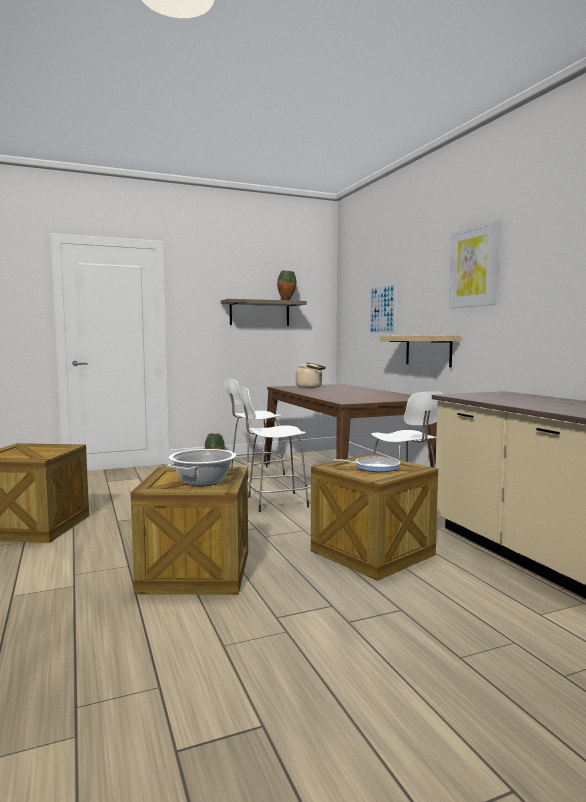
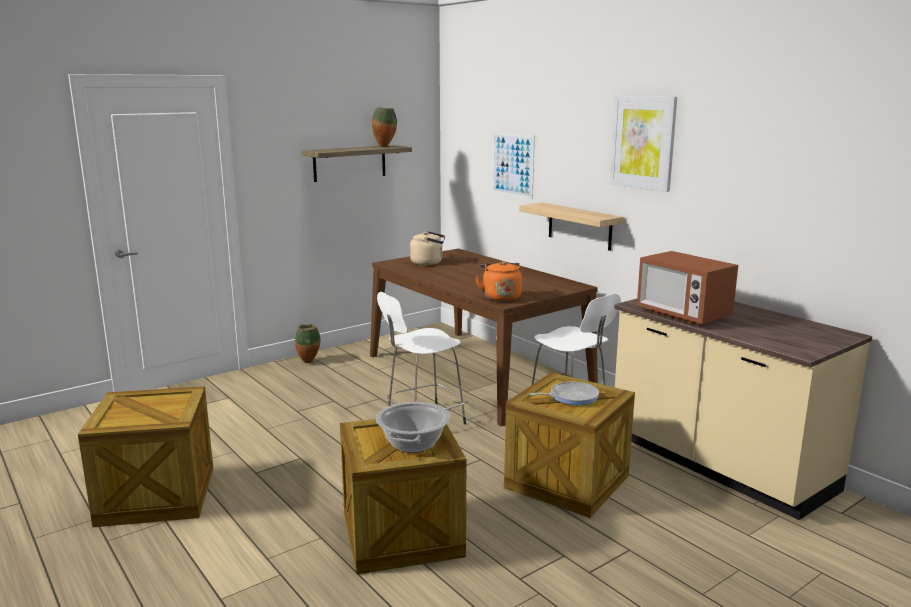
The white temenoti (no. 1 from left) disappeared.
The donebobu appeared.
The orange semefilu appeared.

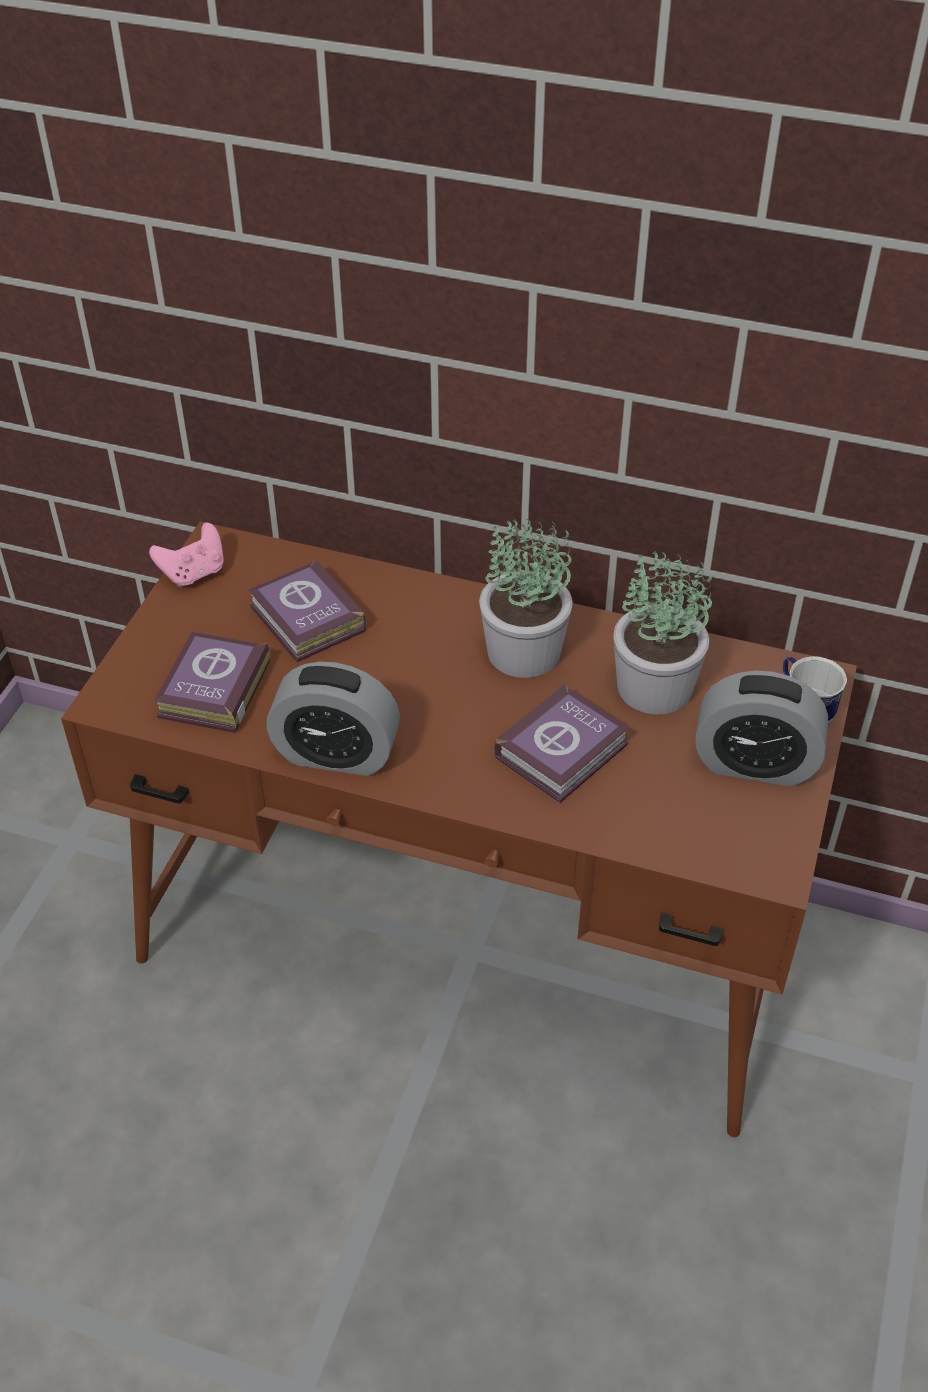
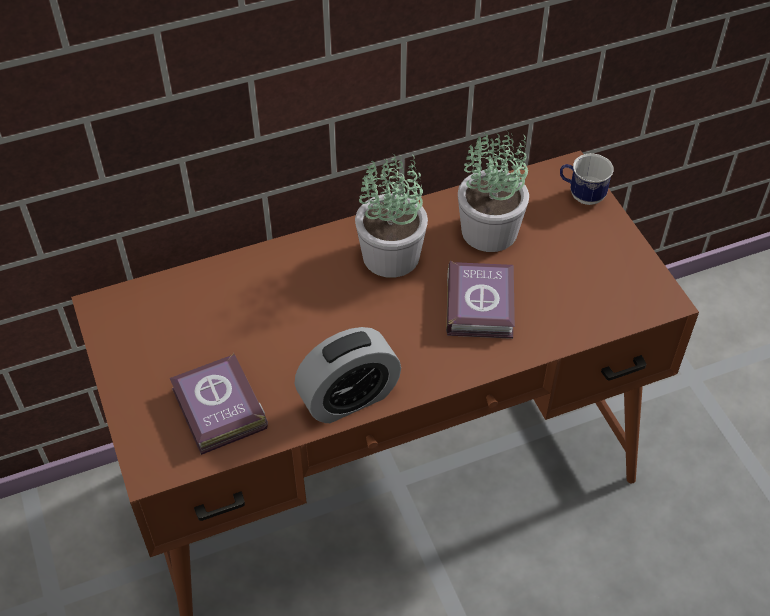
The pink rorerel disappeared.
The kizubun (no. 2 from left) disappeared.
The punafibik (no. 2 from left) disappeared.

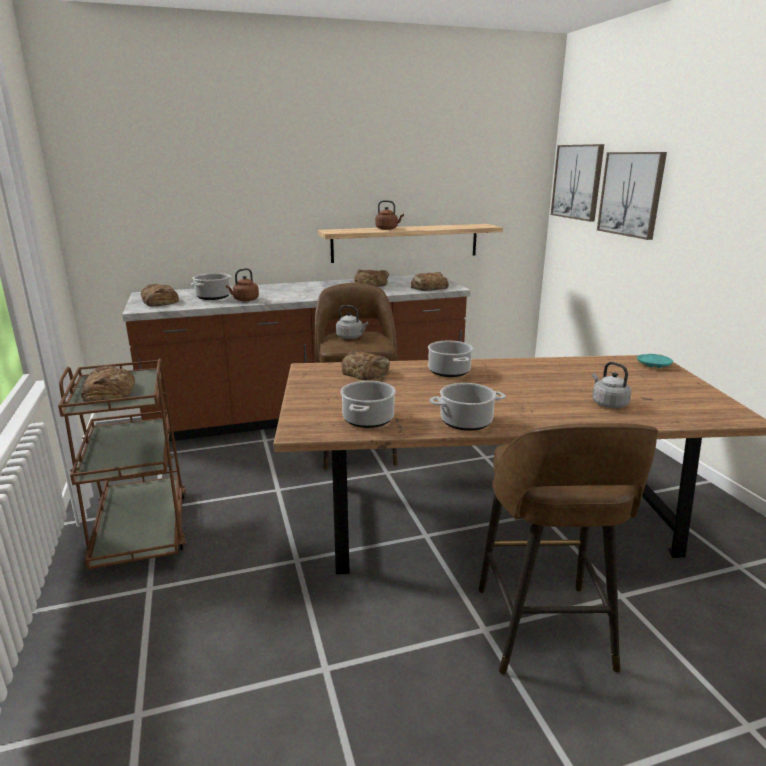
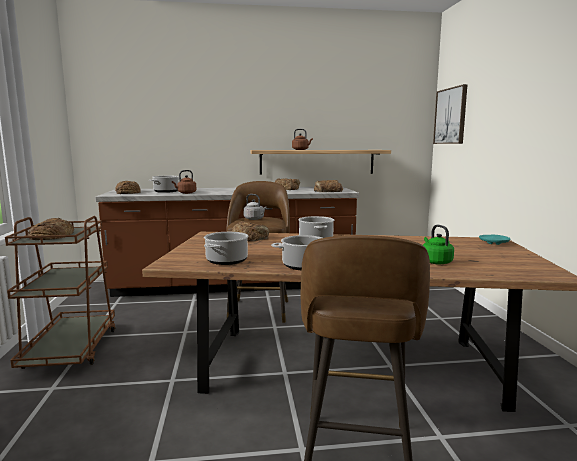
The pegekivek (no. 2 from left) disappeared.
The grey semefilu (no. 2 from left) became the green semefilu.

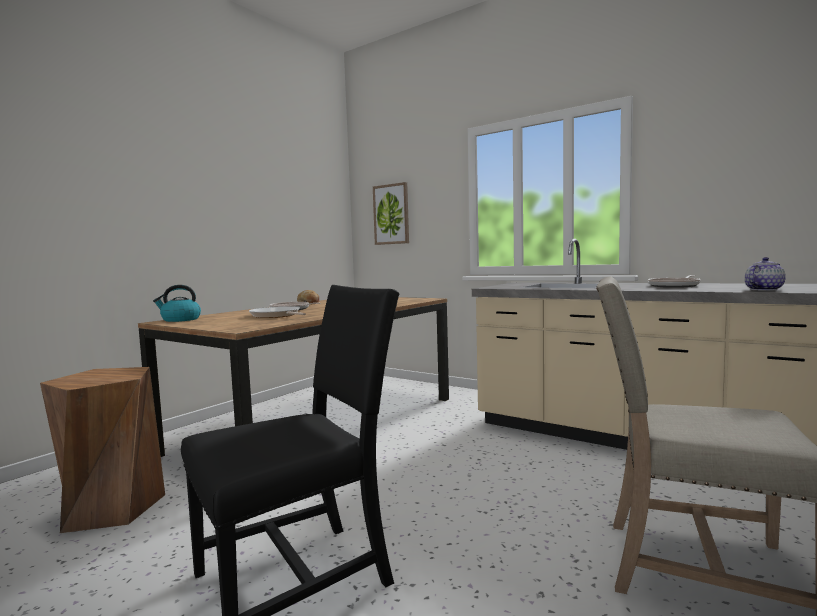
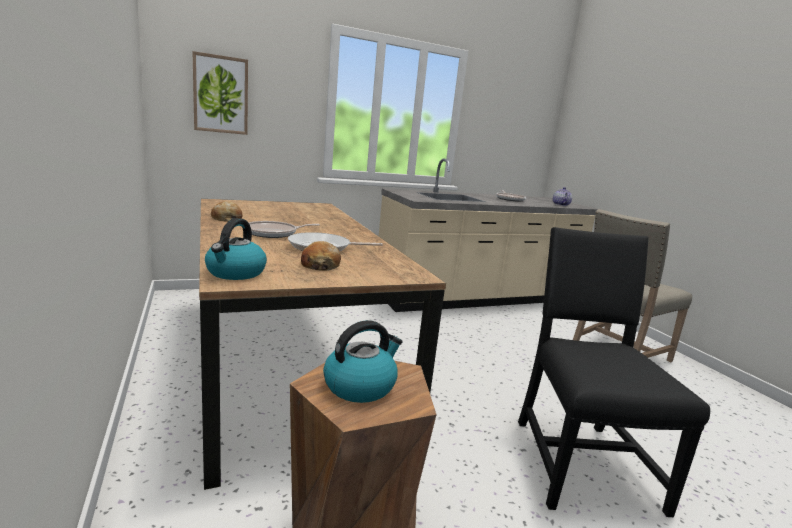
The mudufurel (no. 2 from left) appeared.
The semefilu (no. 2 from left) appeared.

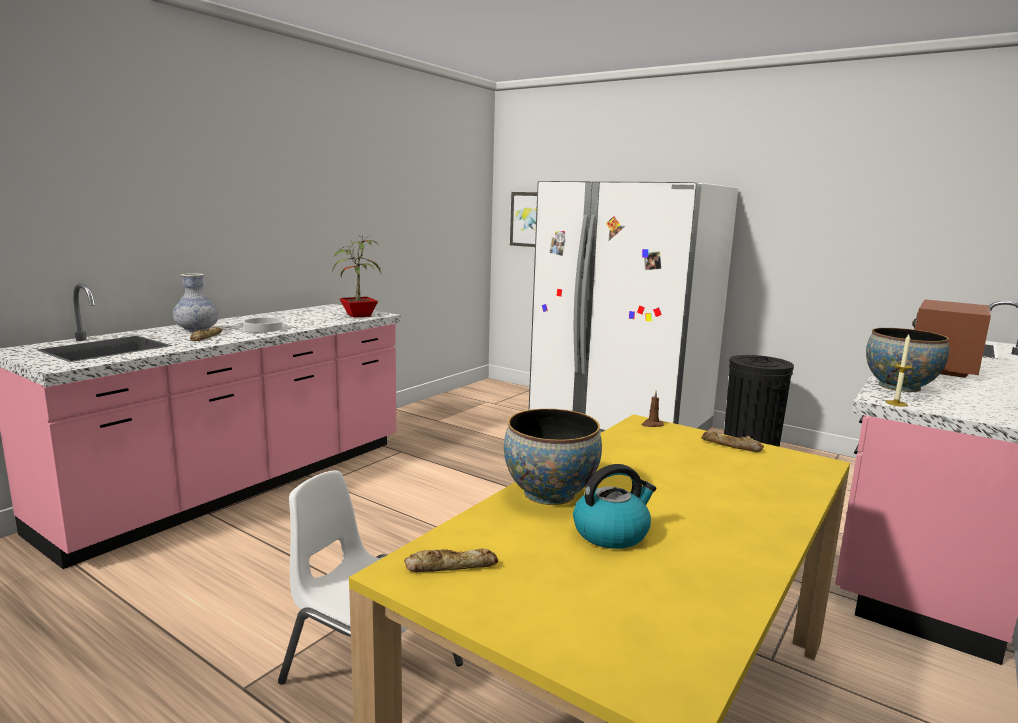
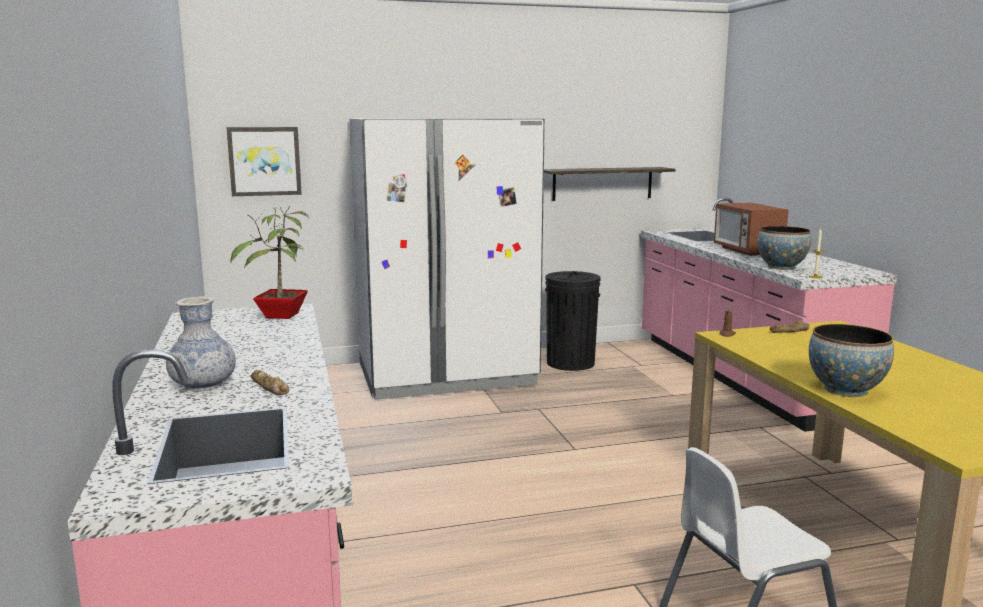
The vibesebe disappeared.
The semefilu disappeared.
The mudufurel (no. 2 from left) disappeared.
The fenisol appeared.

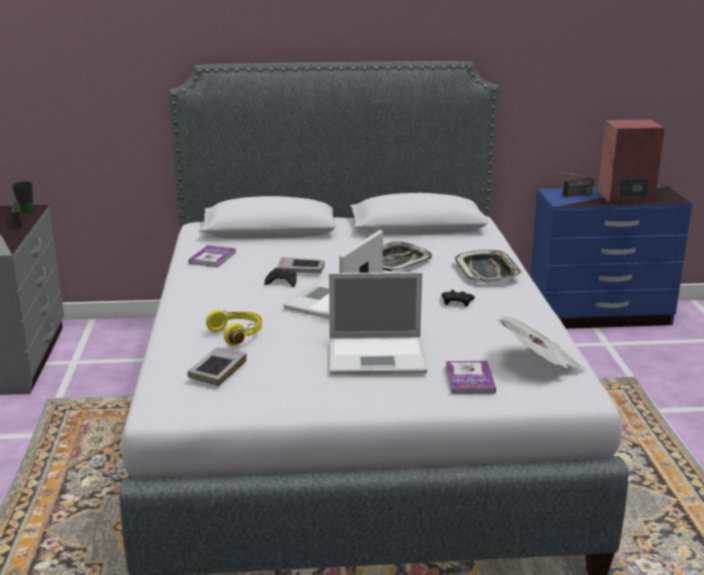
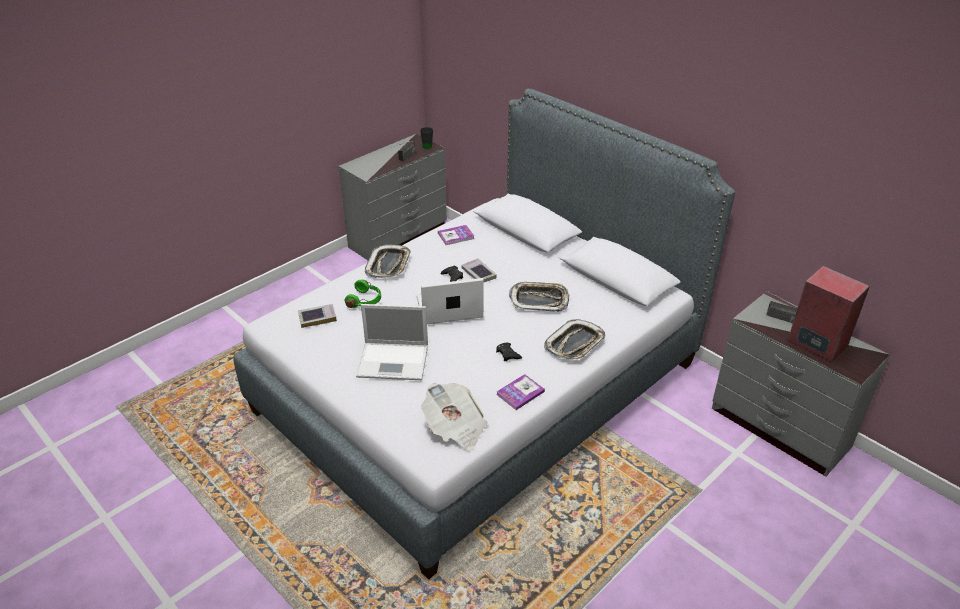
The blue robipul became the grey robipul (no. 2 from left).
The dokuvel (no. 2 from left in the first image) turned 45 degrees counterclockwise.
The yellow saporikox became the green saporikox.
The kizubun (no. 4 from left) moved.
The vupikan (no. 1 from left) appeared.

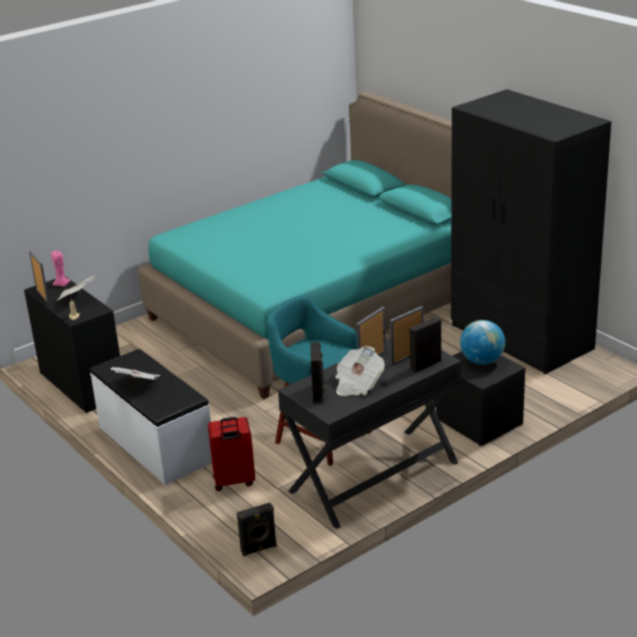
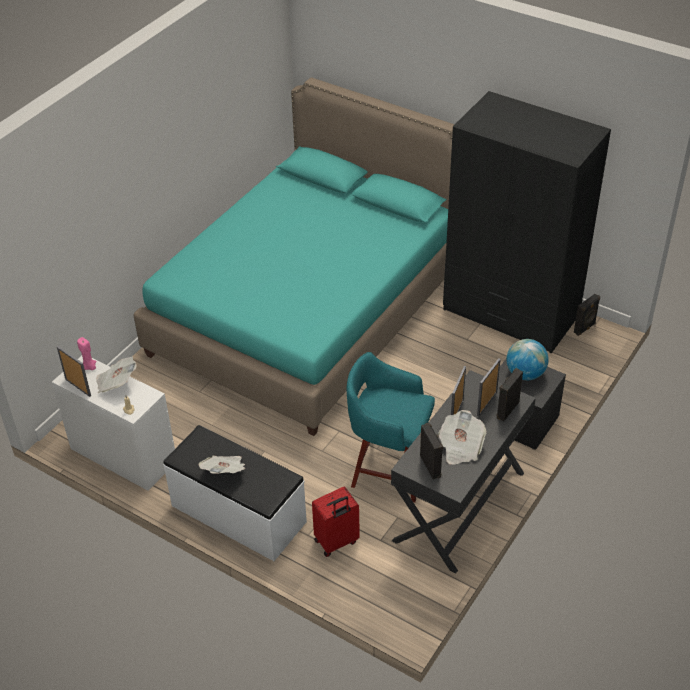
The black robipul became the white robipul.
The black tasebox (no. 1 from left in the first image) moved.

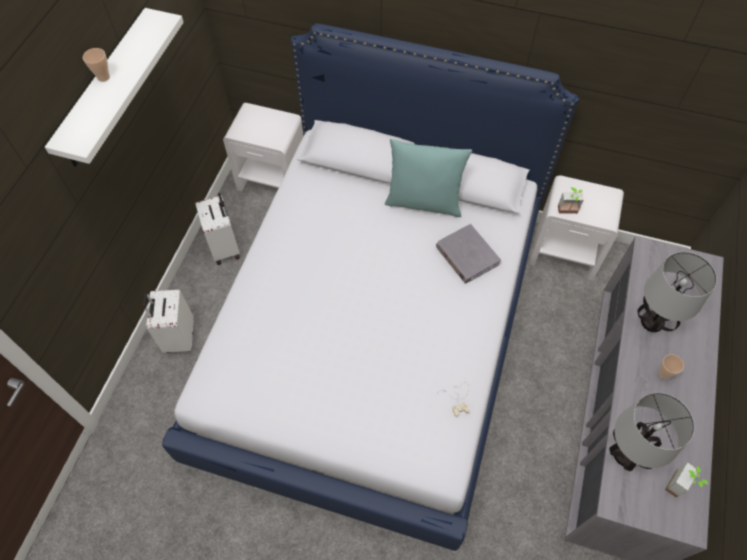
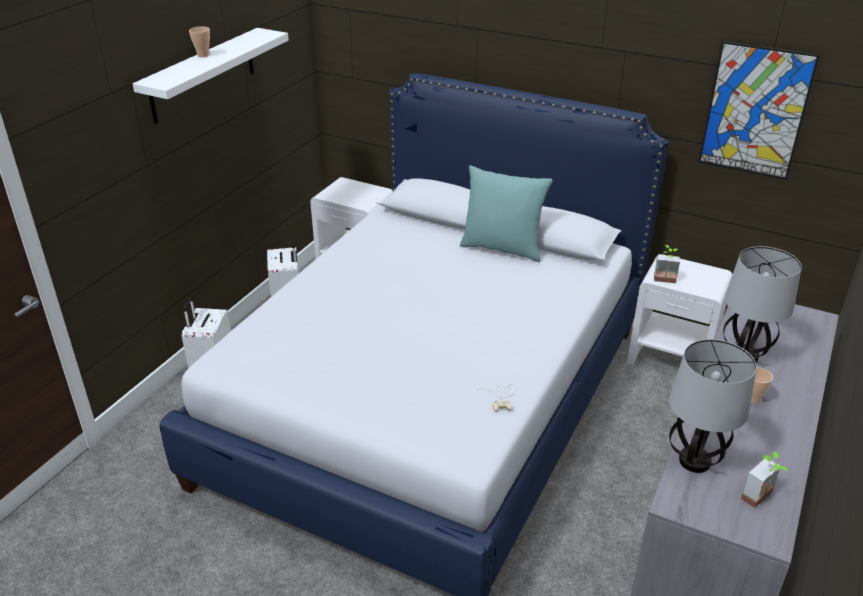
The grey kizubun disappeared.
The pegekivek appeared.

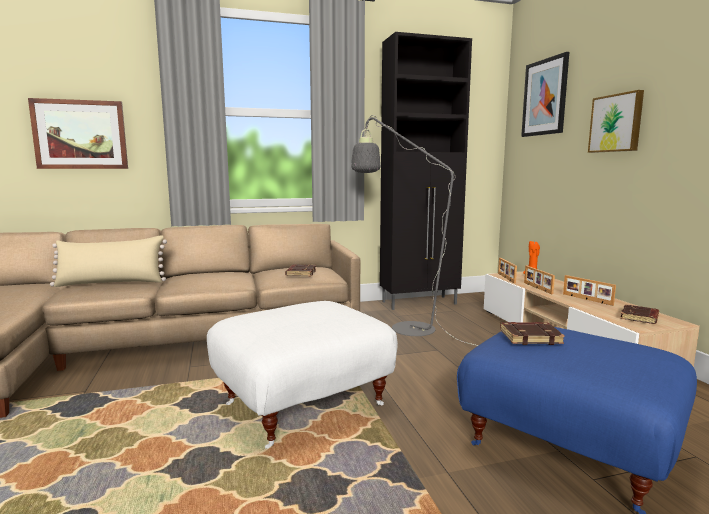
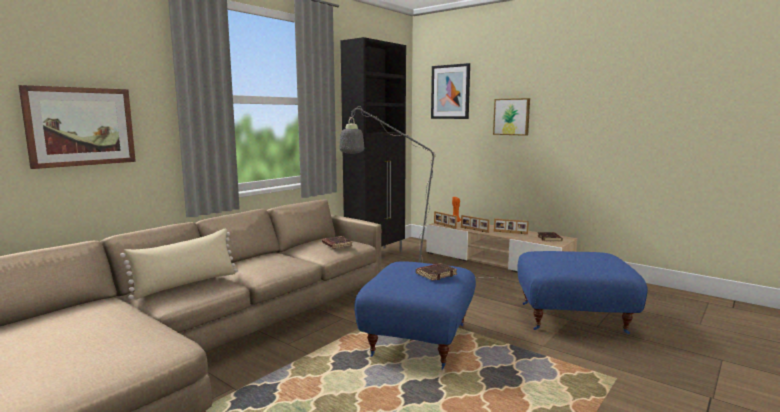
The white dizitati became the blue dizitati (no. 1 from left).
The brown kizubun (no. 2 from left) moved.

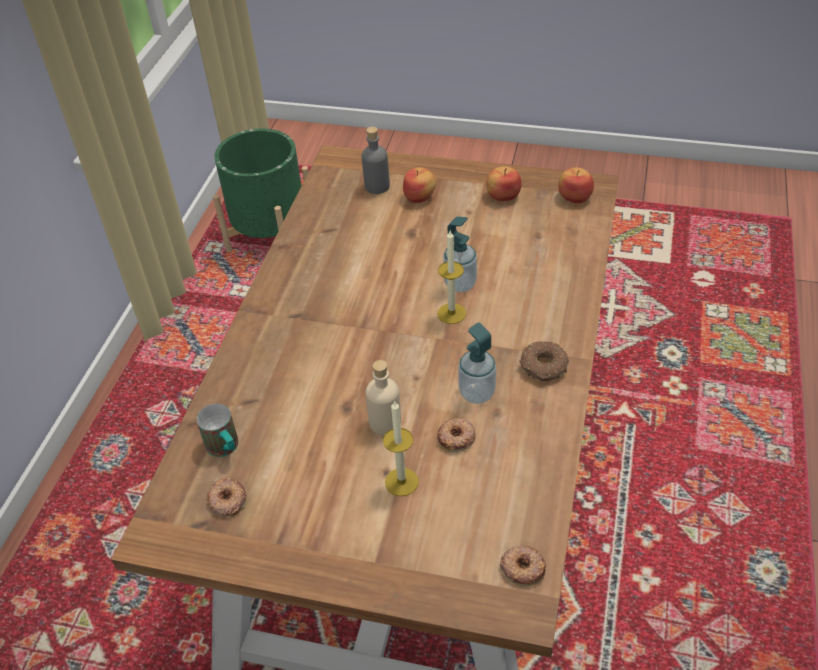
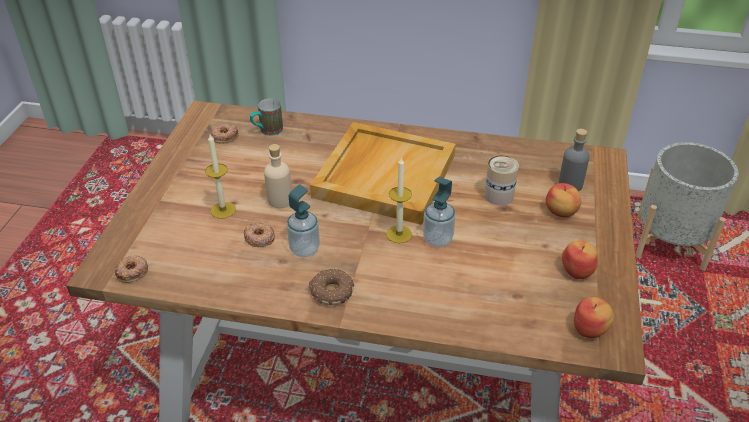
The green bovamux became the grey bovamux.
The beige vupikan appeared.
The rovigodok appeared.

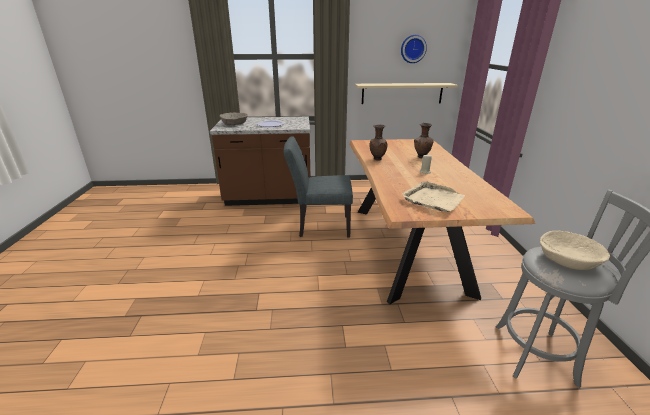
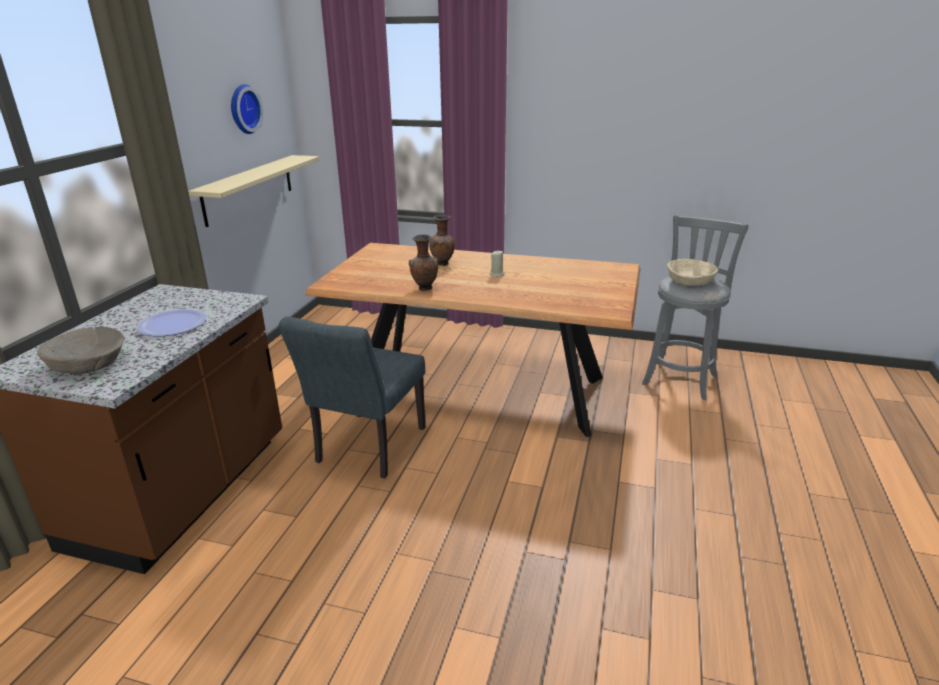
The beige vupikan disappeared.

